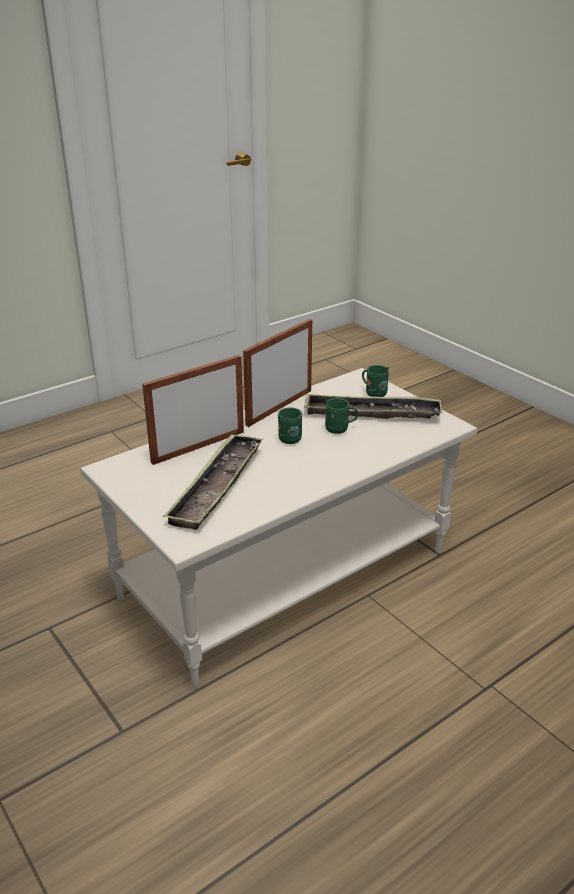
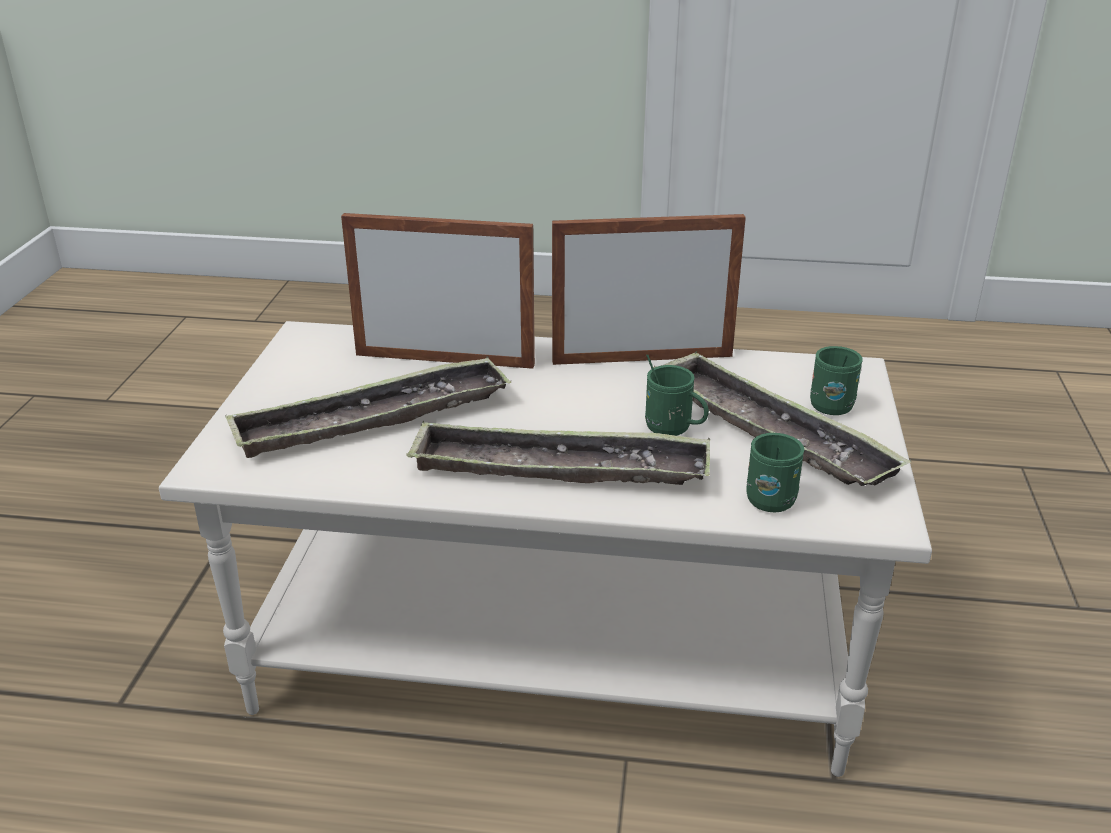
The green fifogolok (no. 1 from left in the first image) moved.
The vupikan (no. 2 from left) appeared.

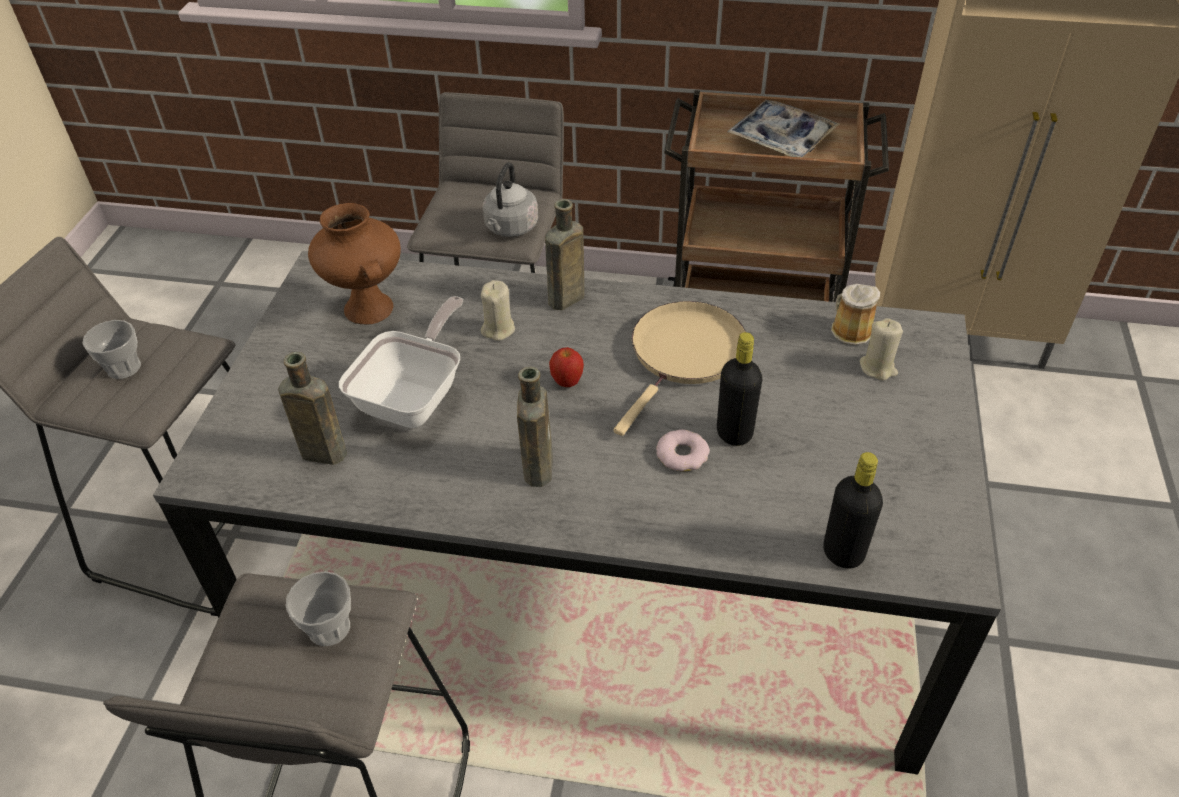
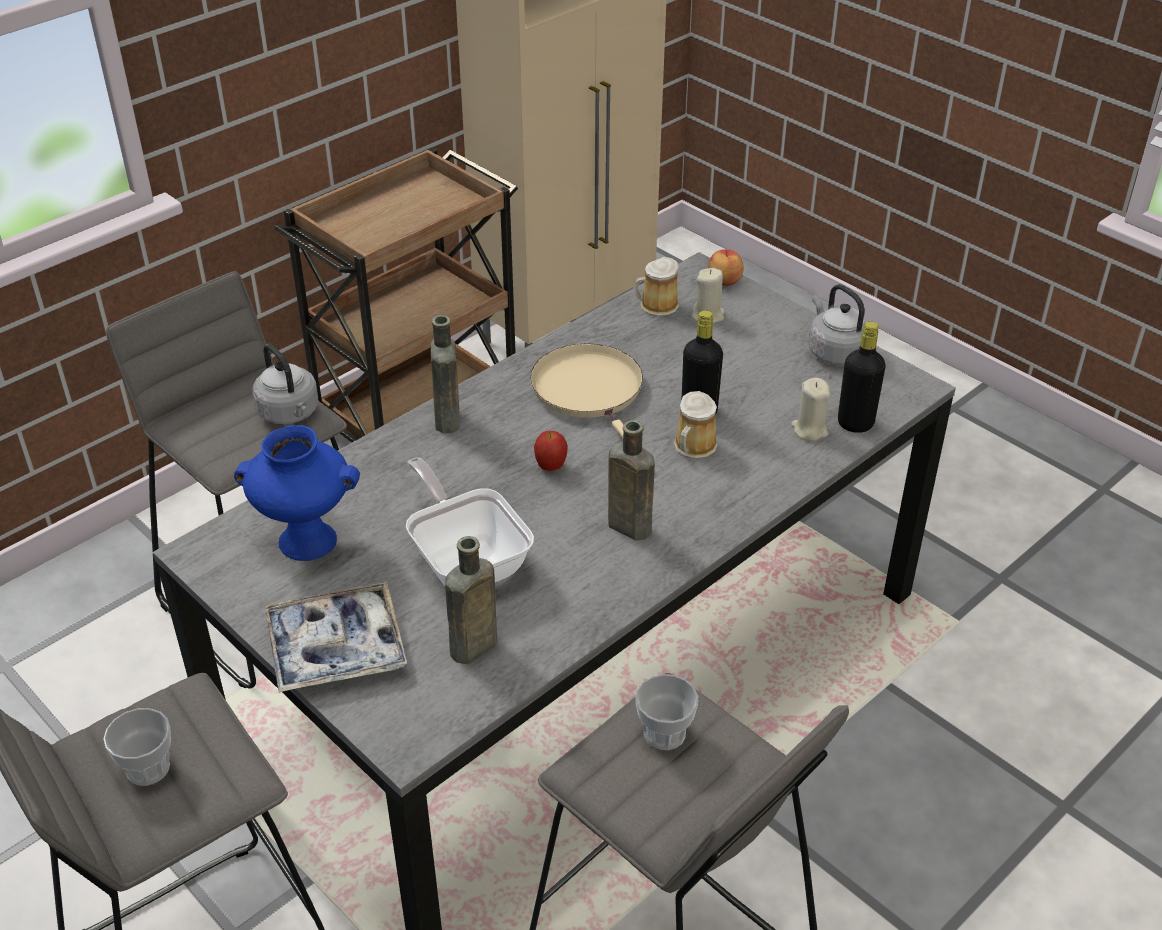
The vupikan moved.
The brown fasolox became the blue fasolox.
The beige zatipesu (no. 1 from left in the first image) moved.
The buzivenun was replaced by the fifogolok (no. 2 from left).
The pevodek (no. 2 from left) appeared.
The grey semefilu (no. 2 from left) appeared.

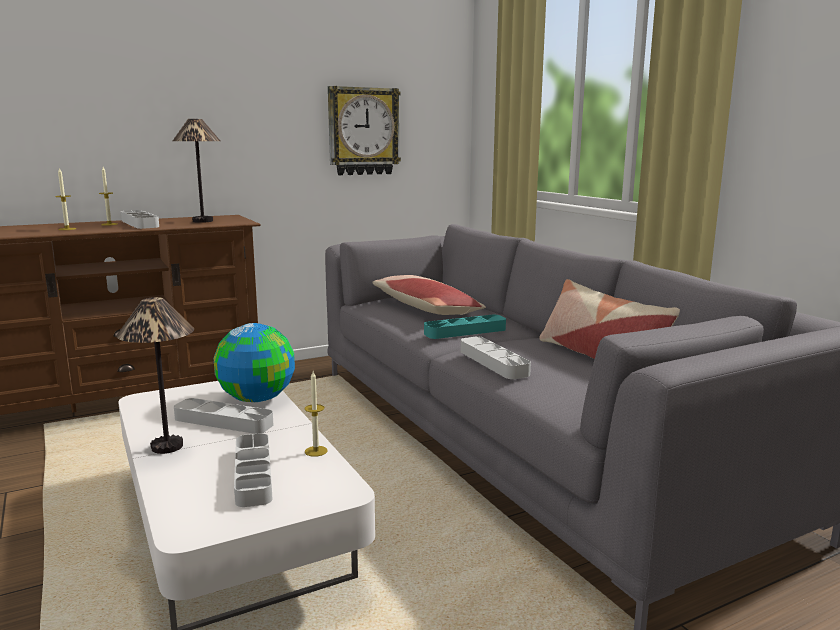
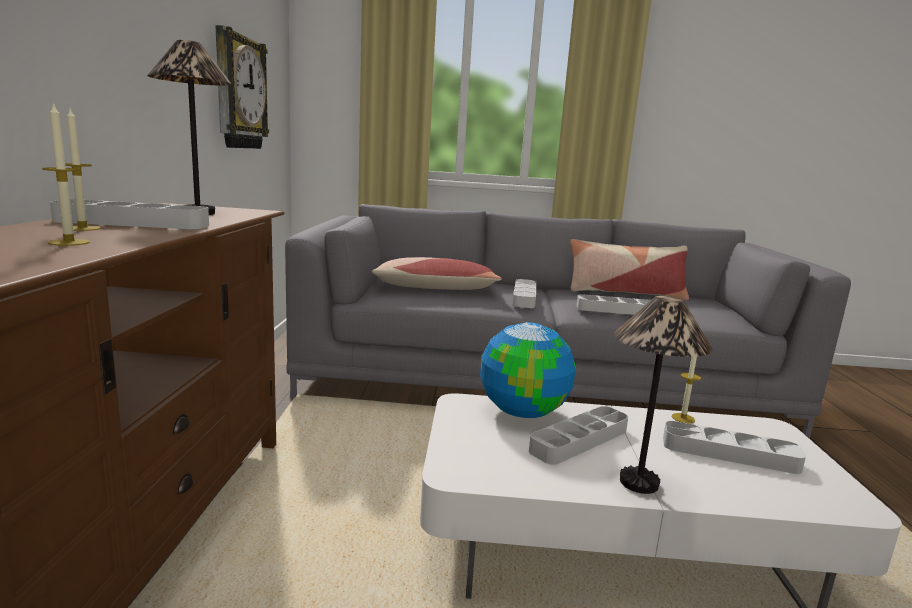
The turquoise vupikan became the grey vupikan (no. 2 from left).

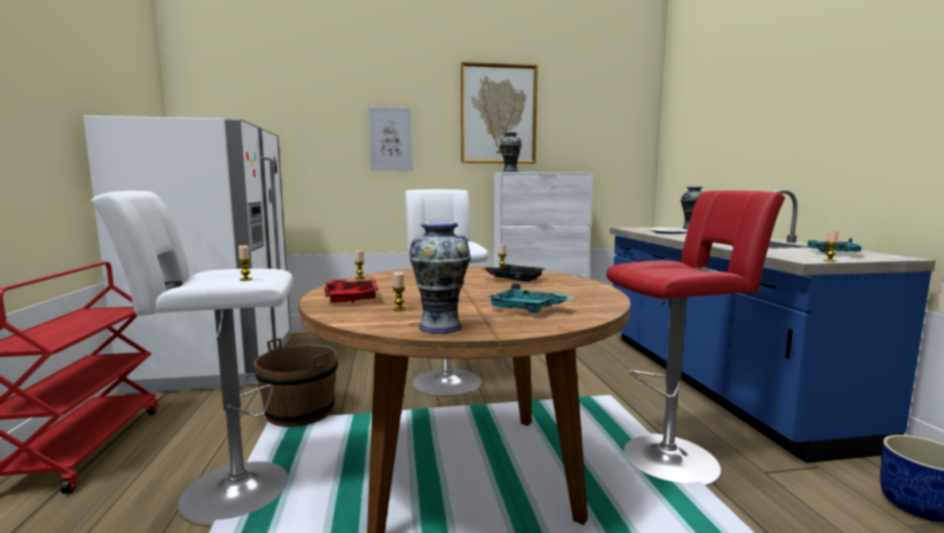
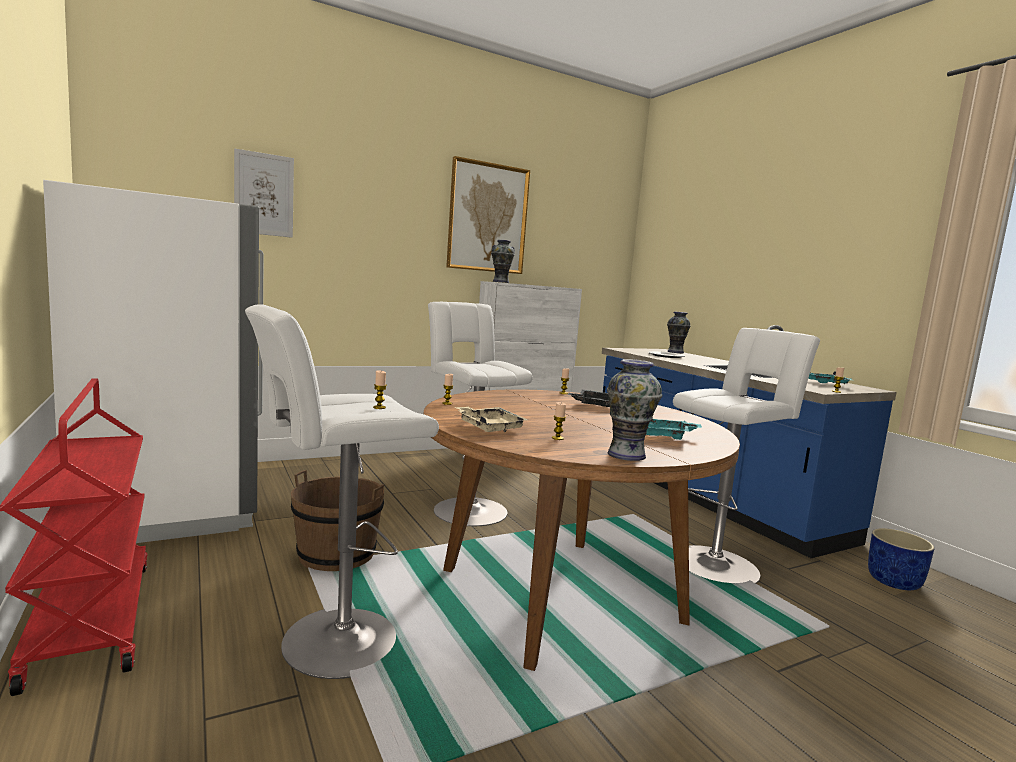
The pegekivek (no. 1 from left) moved.
The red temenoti became the white temenoti (no. 3 from left).
The red vupikan became the beige vupikan.

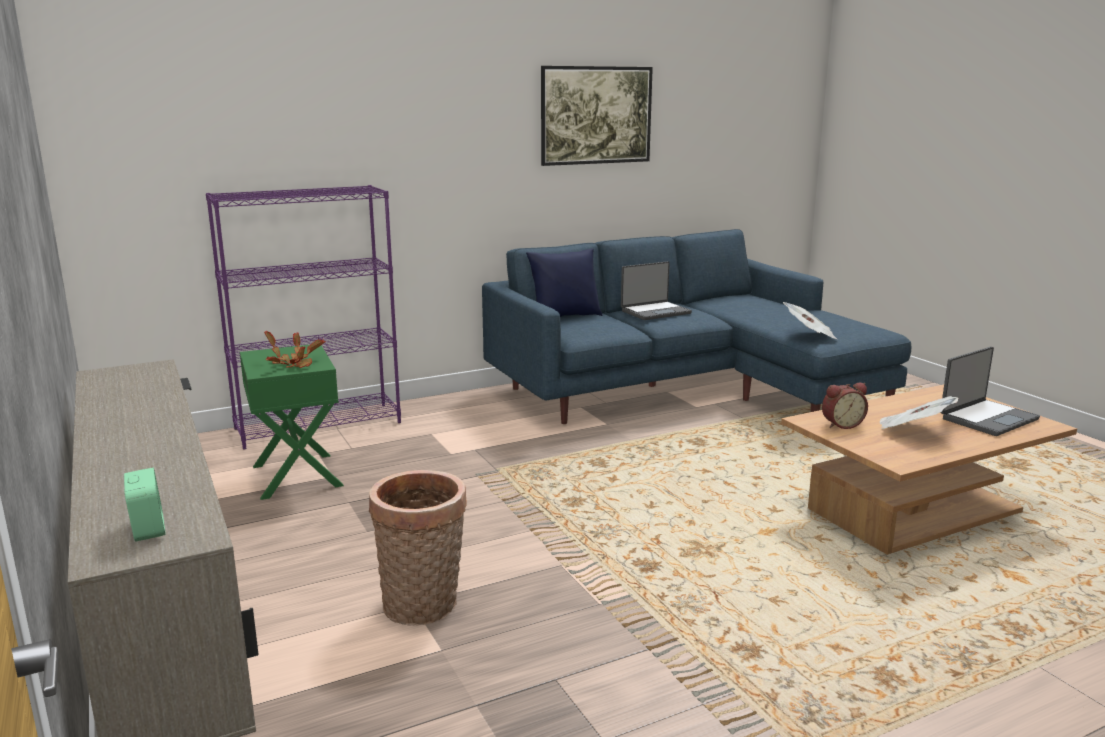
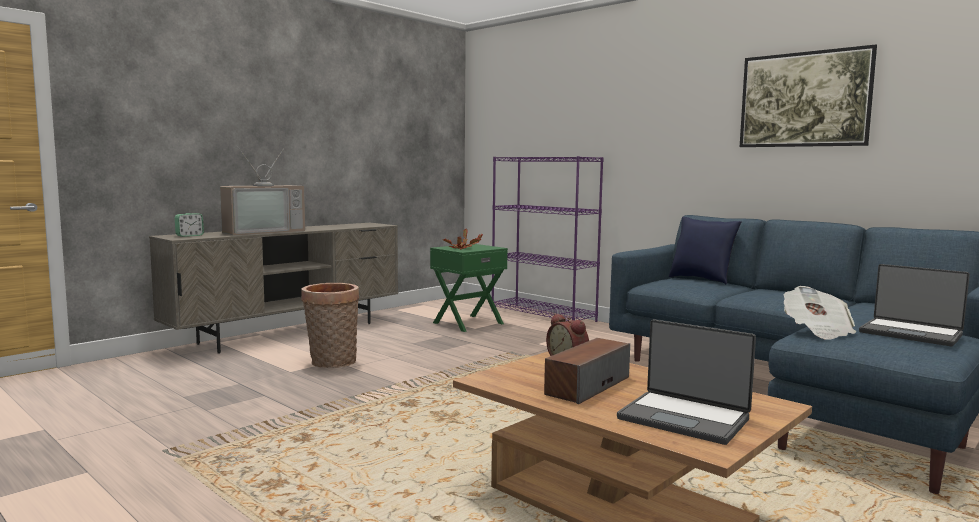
The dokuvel (no. 1 from left in the first image) moved.
The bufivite (no. 2 from left) was replaced by the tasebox.
The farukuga appeared.

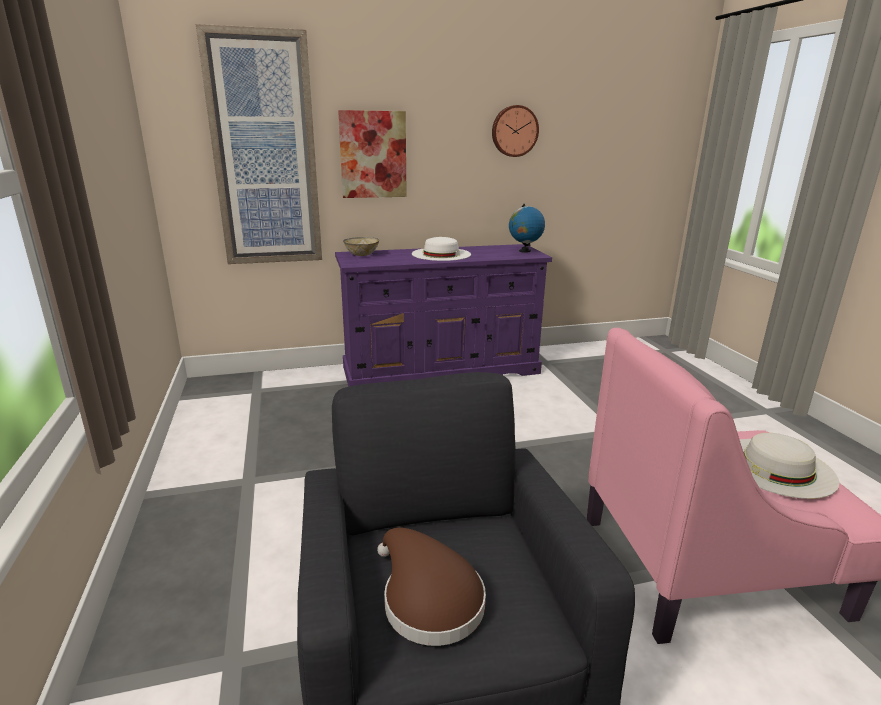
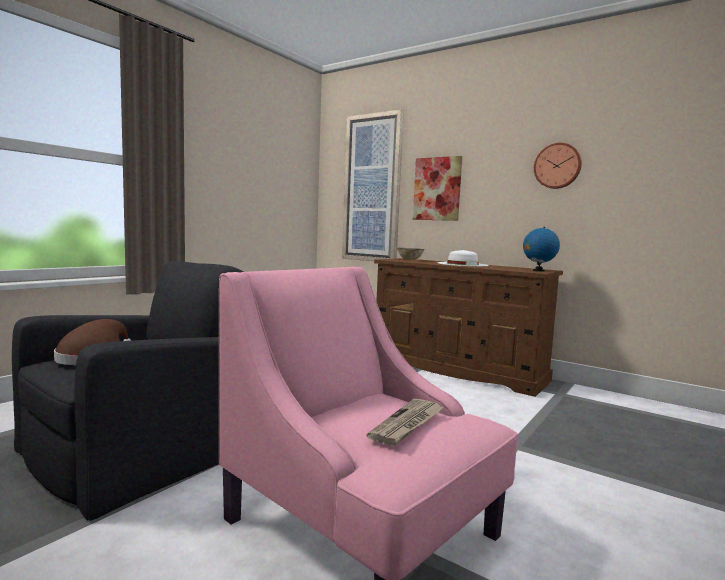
The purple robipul became the brown robipul.
The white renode (no. 2 from left) was replaced by the bufivite.

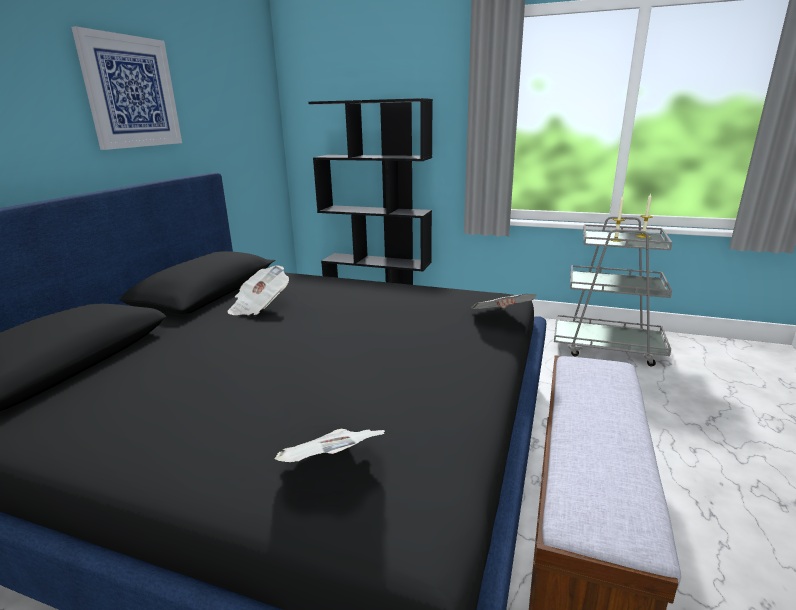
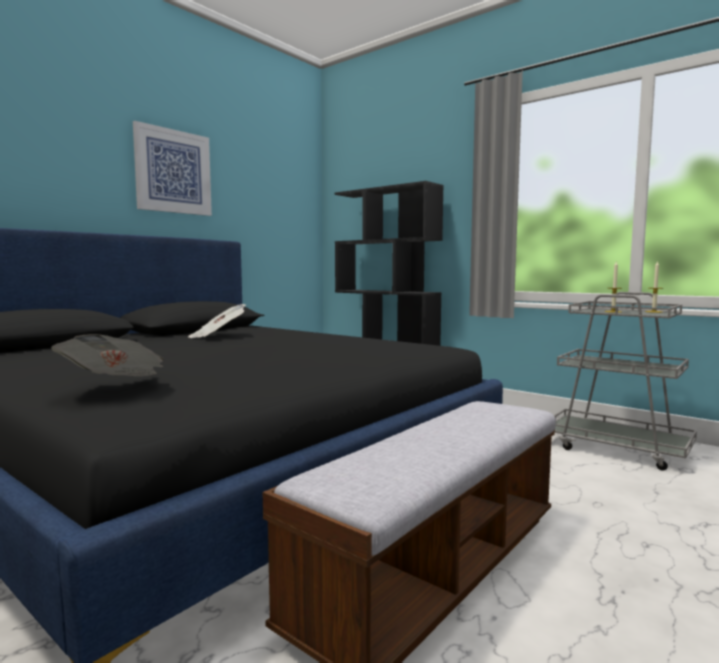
The bufivite (no. 3 from left) disappeared.

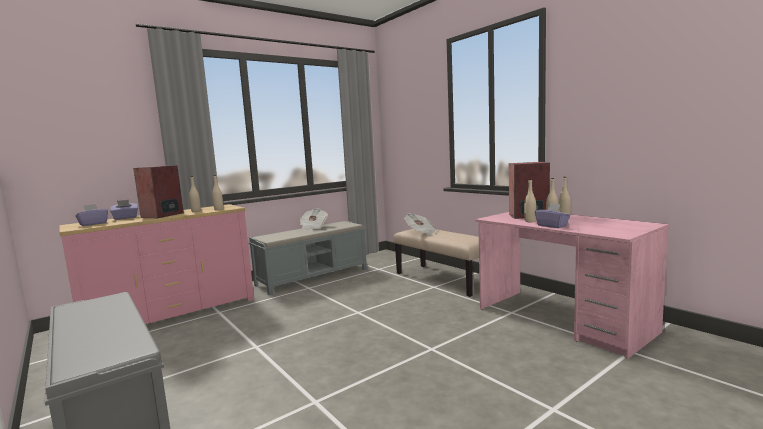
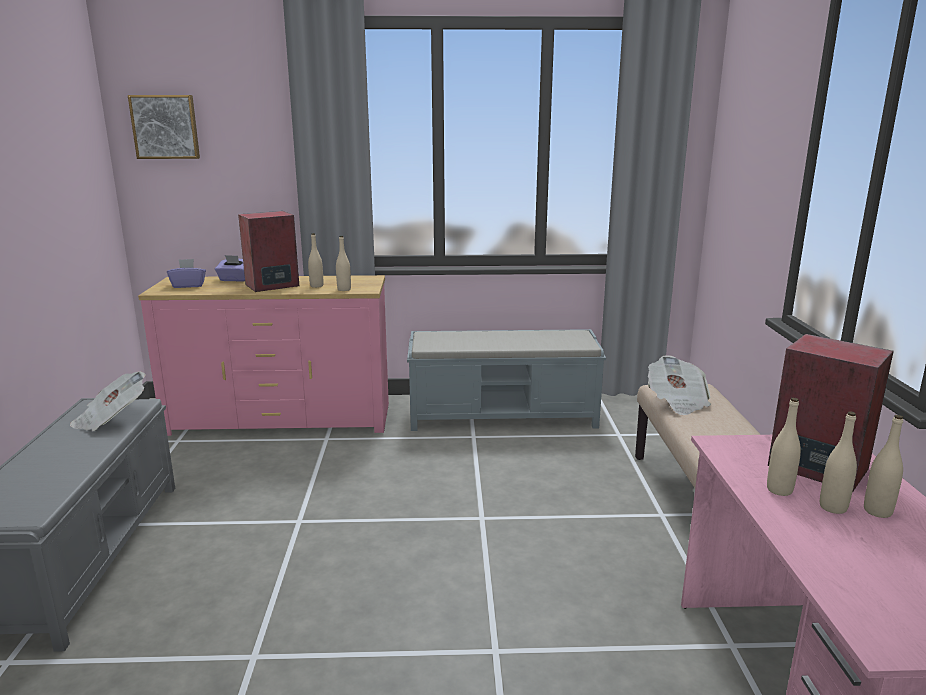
The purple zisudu (no. 3 from left) disappeared.
The bufivite (no. 1 from left) moved.
The pegekivek appeared.

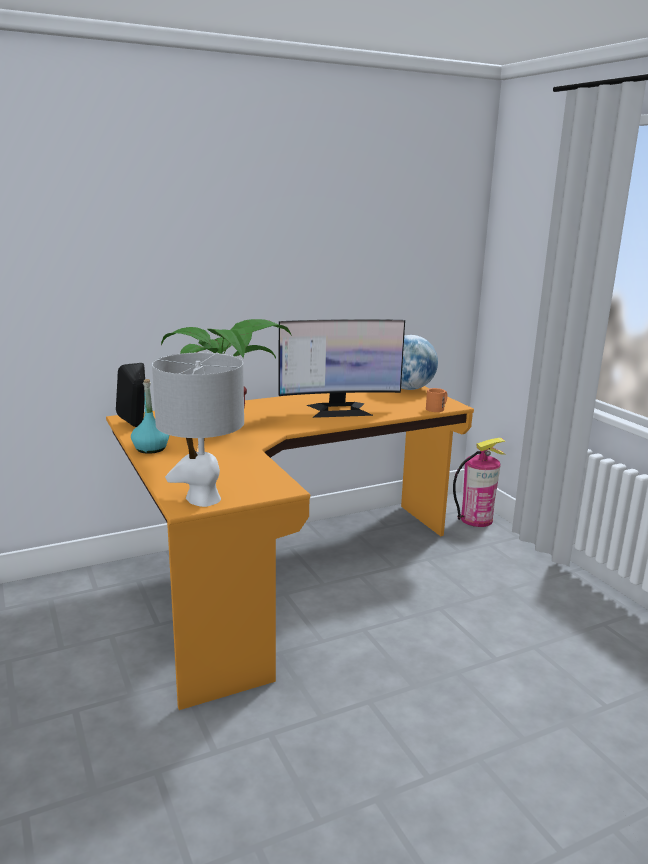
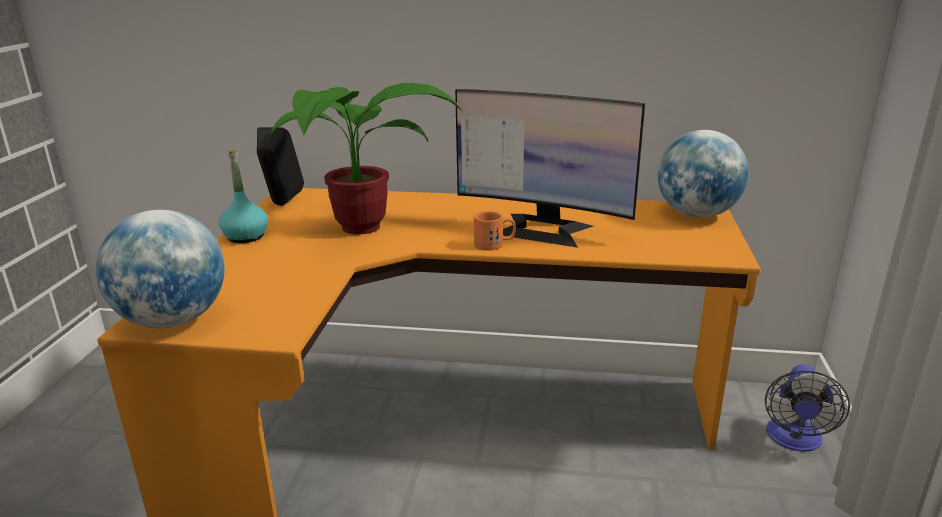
The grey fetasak was replaced by the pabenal (no. 1 from left).
The orange fifogolok moved.
The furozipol was replaced by the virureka.

